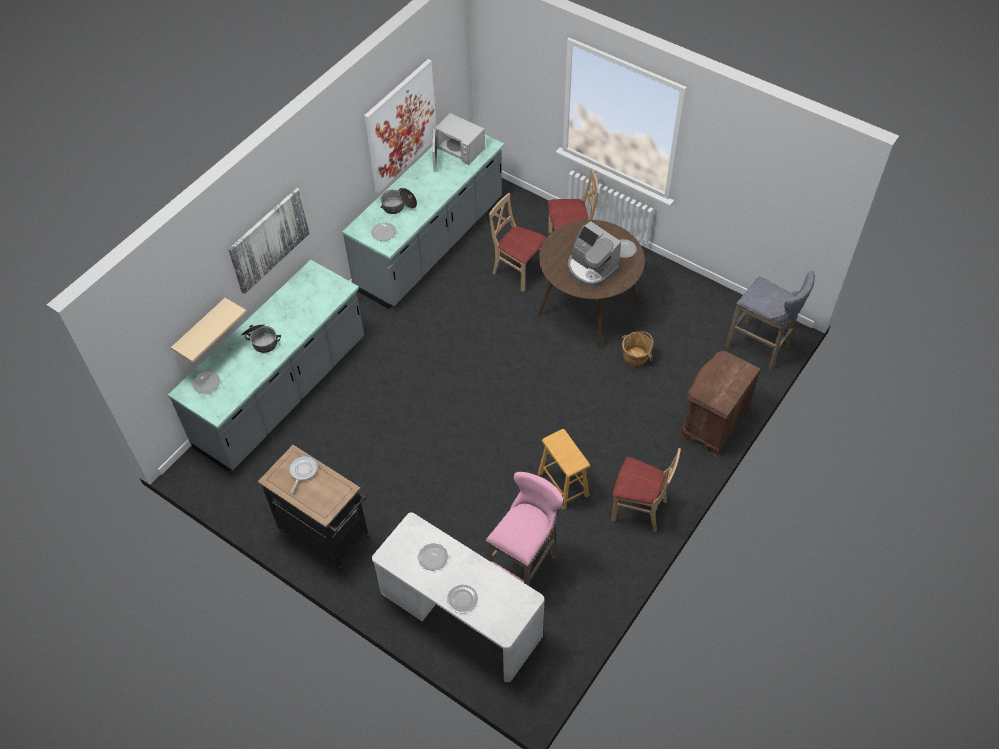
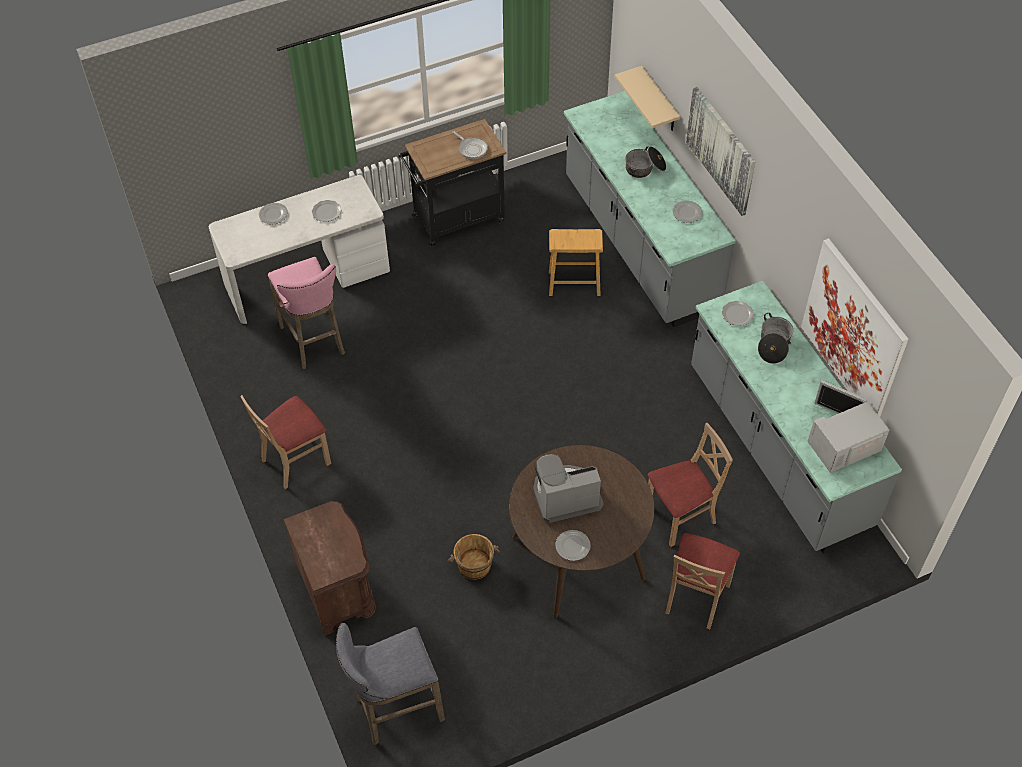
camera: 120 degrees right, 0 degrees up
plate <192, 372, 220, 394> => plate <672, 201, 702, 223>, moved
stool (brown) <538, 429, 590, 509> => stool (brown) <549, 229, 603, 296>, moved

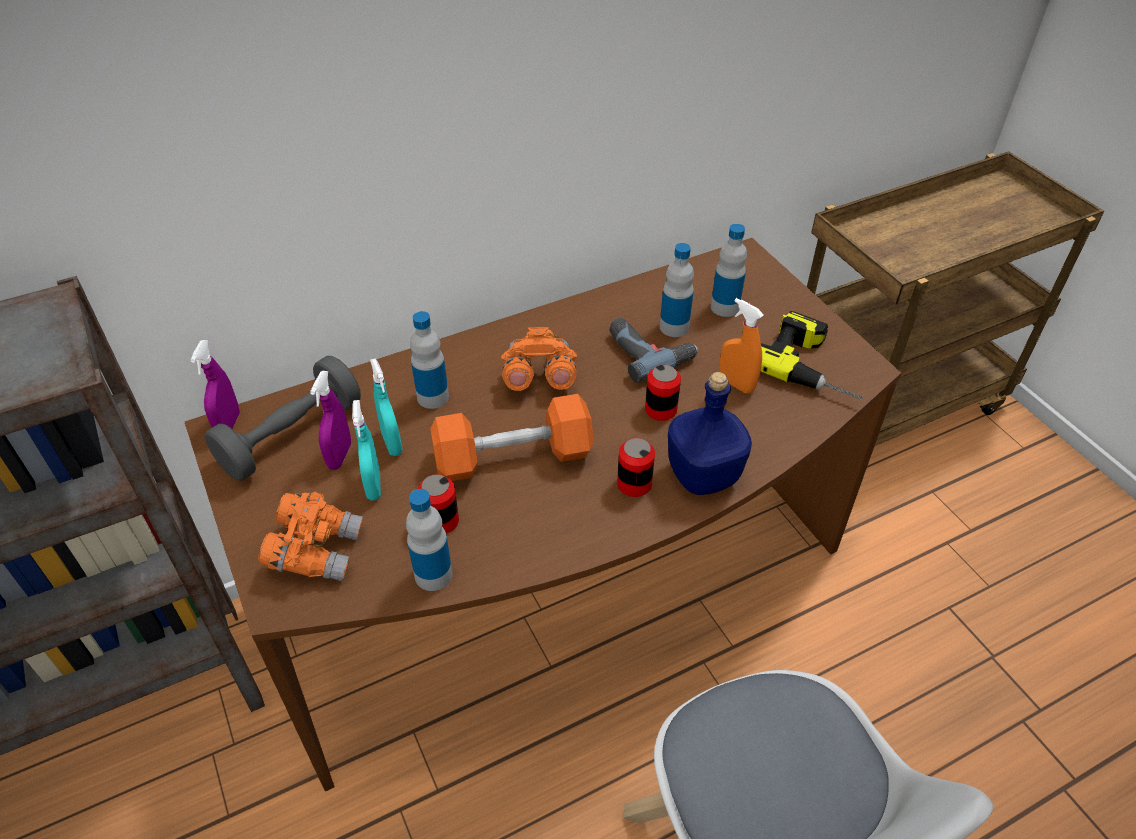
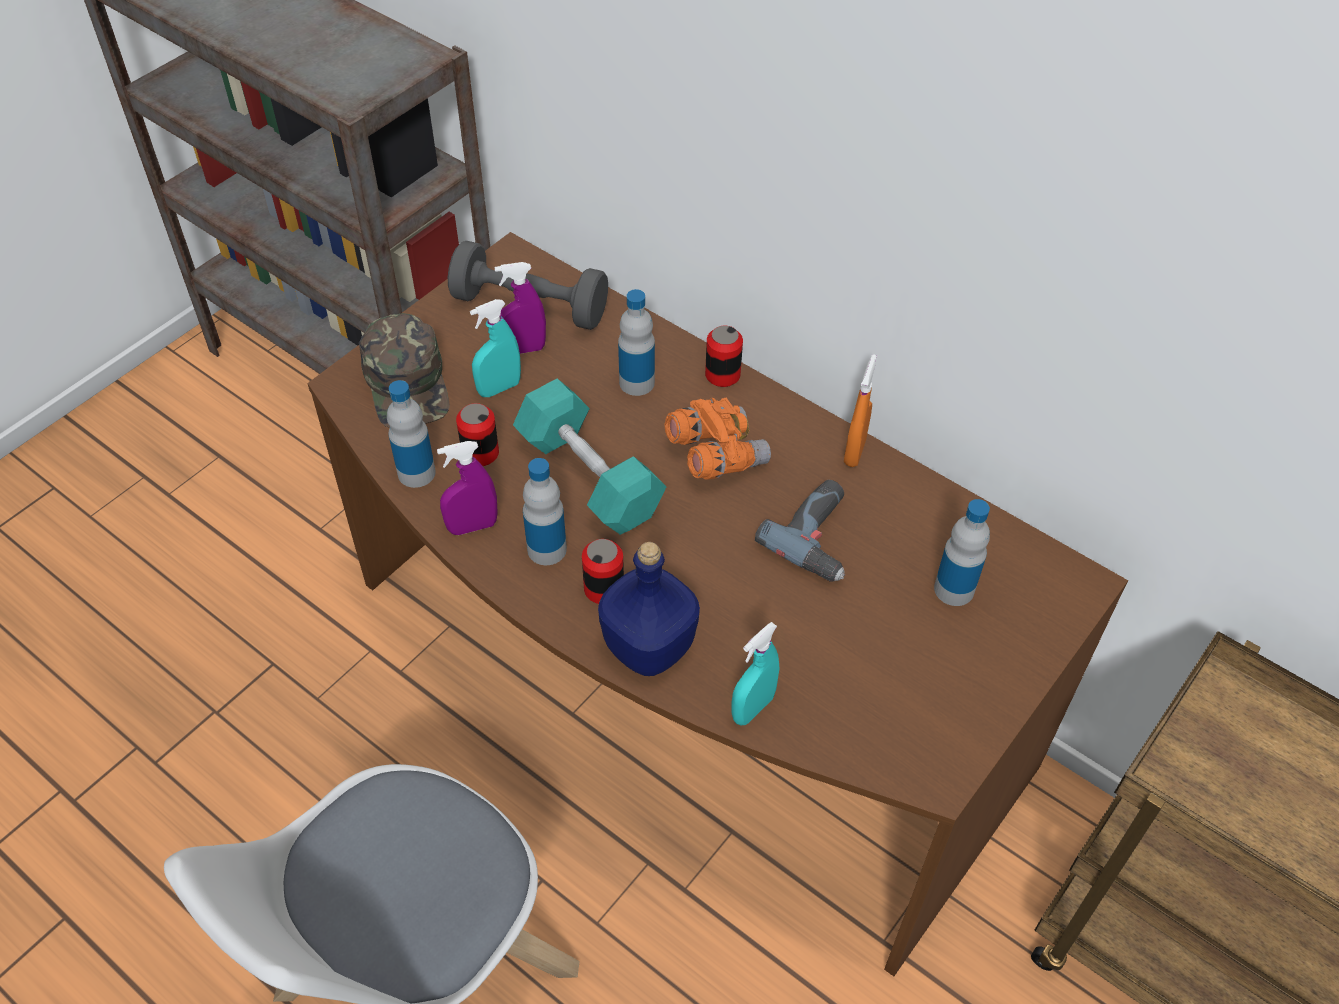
camera: 65 degrees right, 5 degrees up
power drill <761, 311, 863, 400> => nothing
spray bottle (purple) <190, 340, 240, 429> => spray bottle (purple) <437, 441, 498, 535>, moved
spray bottle (turquoise) <370, 358, 403, 456> => spray bottle (turquoise) <731, 622, 780, 726>, moved
can <645, 365, 681, 421> => can <705, 325, 743, 387>, moved
bottle <660, 243, 694, 337> => bottle <523, 458, 567, 565>, moved
spray bottle (orange) <719, 298, 764, 394> => spray bottle (orange) <844, 354, 877, 467>, moved
binoculars (orange) <258, 492, 363, 581> => cap (green) <359, 313, 449, 428>
dumbbell (orange) <430, 394, 594, 481> => dumbbell (turquoise) <513, 379, 666, 535>

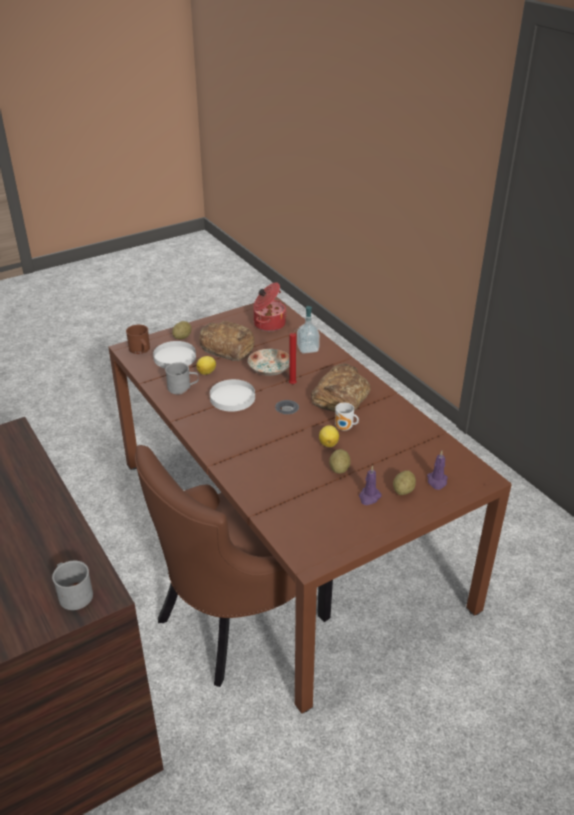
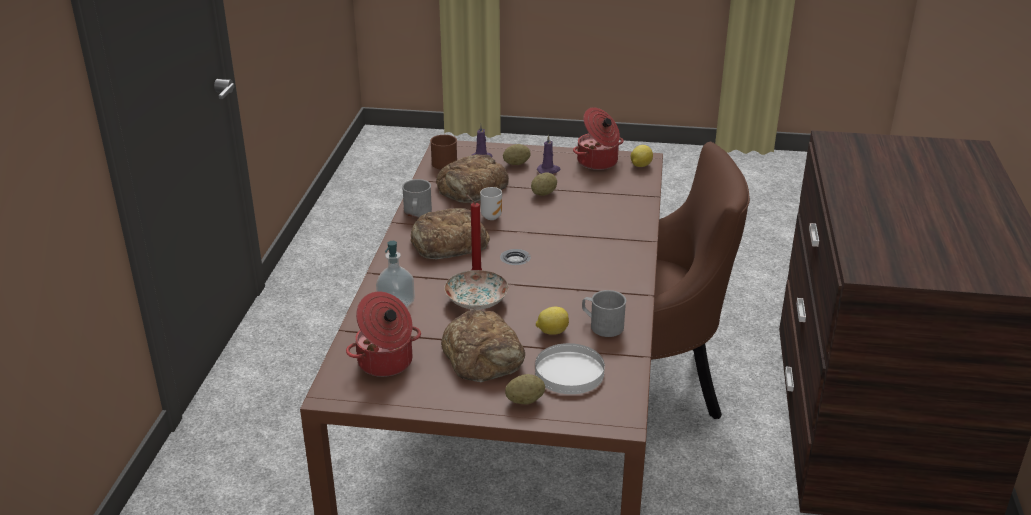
camera: 140 degrees left, 5 degrees down
plate (white) <210, 379, 255, 412> => nothing
nothing => bread <436, 154, 509, 203>
nothing => cooking pot <573, 107, 624, 170>
mug (grey) <52, 561, 93, 610> => mug (grey) <402, 179, 432, 218>, moved
mug (brown) <126, 325, 150, 354> => mug (brown) <430, 135, 457, 170>, moved
lemon <319, 425, 339, 447> => lemon <631, 145, 653, 167>, moved

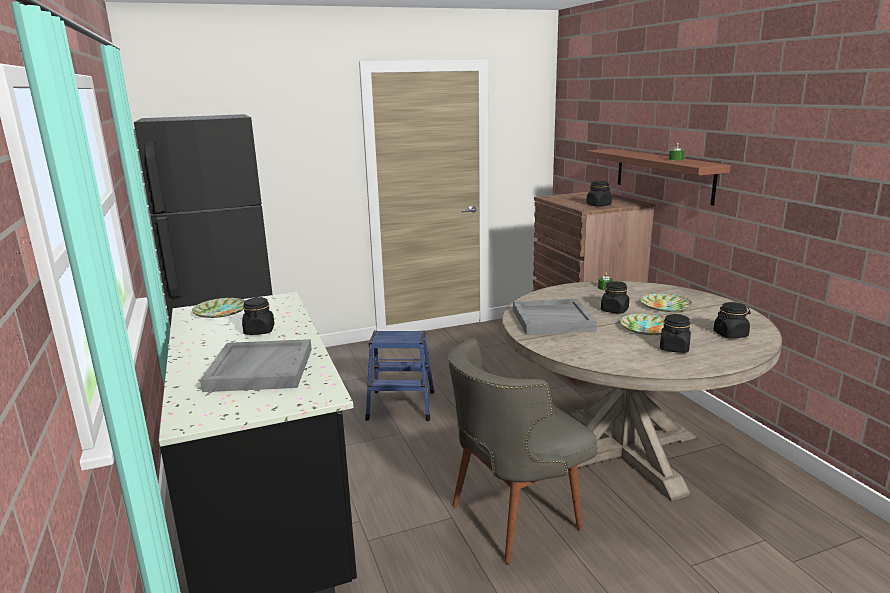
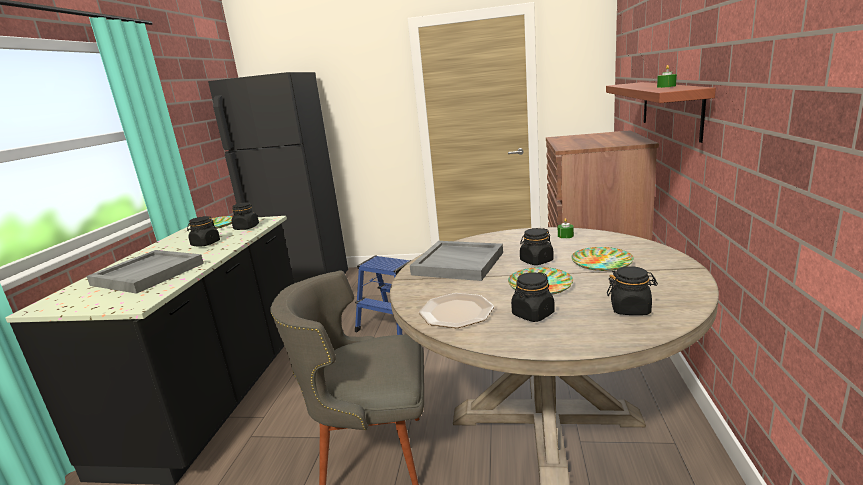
camera: 30 degrees right, 0 degrees up
nothing => plate <419, 293, 494, 328>
jar (black) <586, 181, 612, 206> => jar (black) <232, 202, 259, 230>, moved

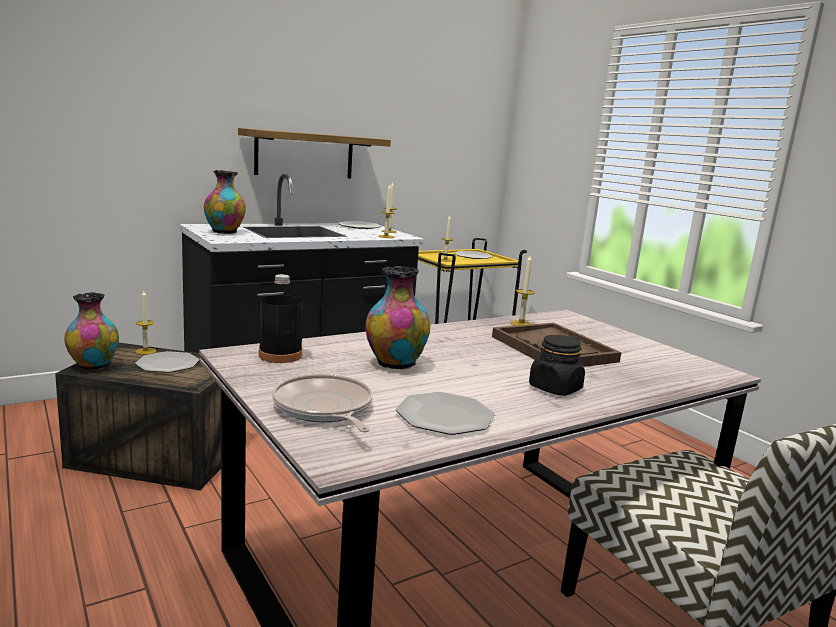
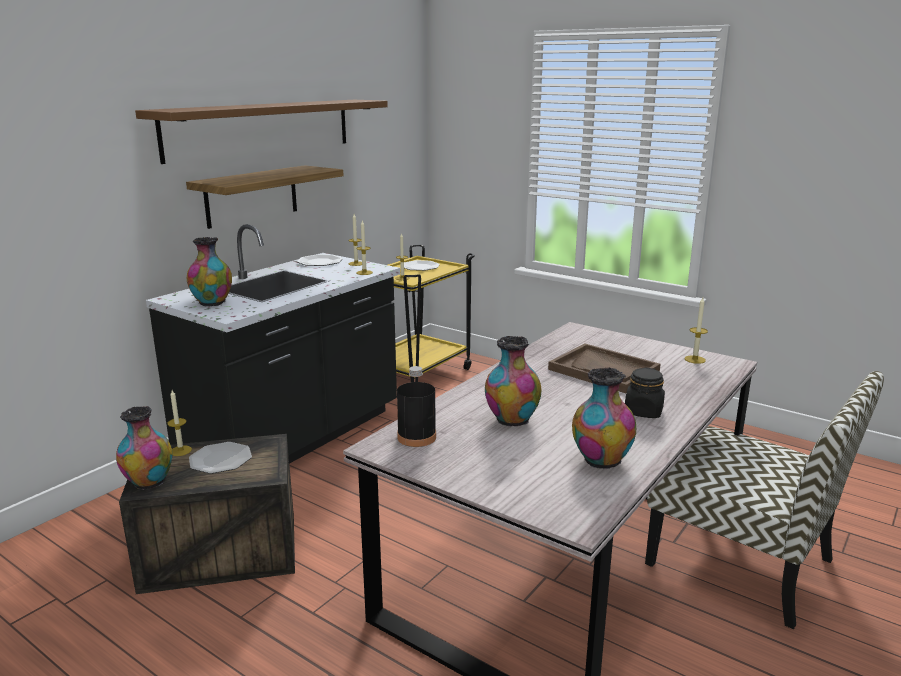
camera: 20 degrees left, 5 degrees up
frying pan <272, 374, 373, 432> => nothing
nothing => shelf (brown) <135, 100, 388, 164>
candle <510, 255, 535, 326> => candle <685, 298, 708, 364>, moved
plate <396, 392, 495, 435> => vase <572, 368, 636, 470>

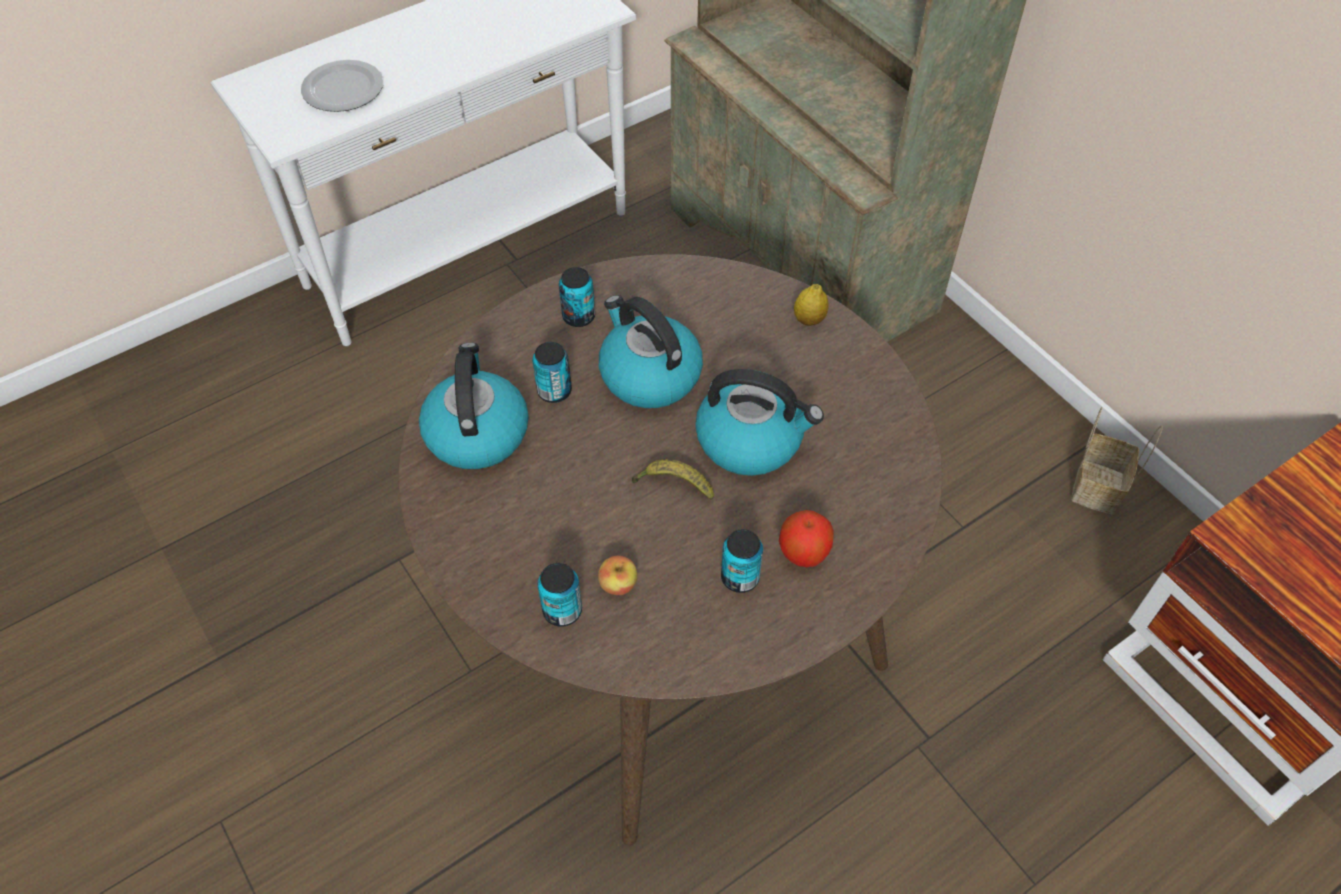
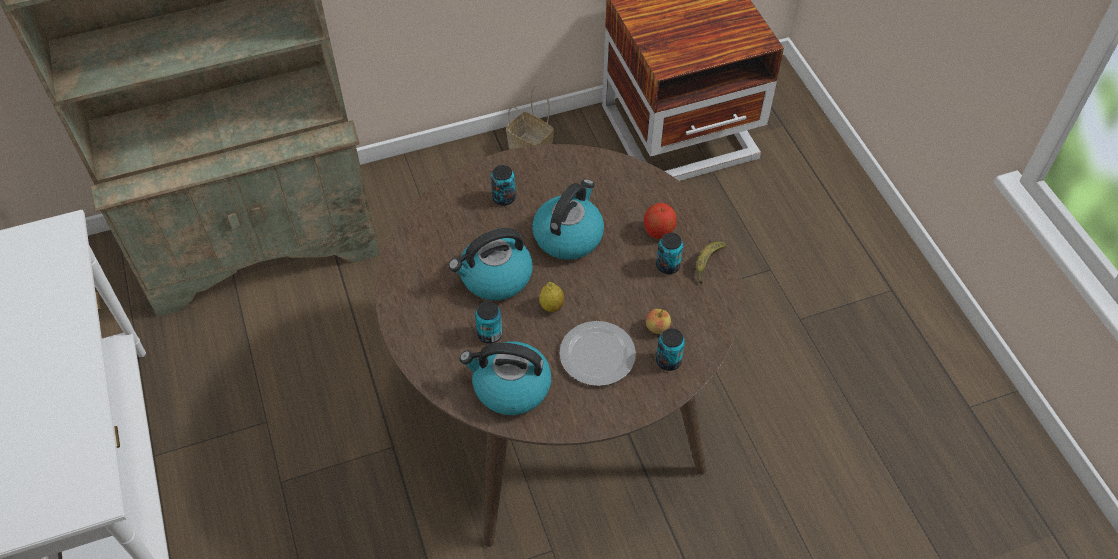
camera: 75 degrees left, 0 degrees up
plate <301, 60, 383, 112> => plate <560, 321, 636, 386>, moved
can <559, 267, 595, 327> => can <491, 165, 516, 206>, moved
banana <631, 459, 714, 500> => banana <696, 241, 727, 285>, moved
lemon <794, 284, 829, 326> => lemon <539, 282, 564, 312>, moved

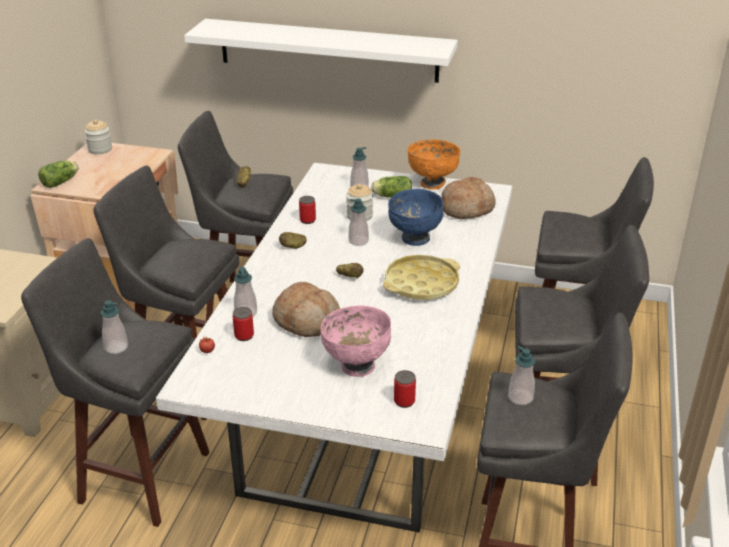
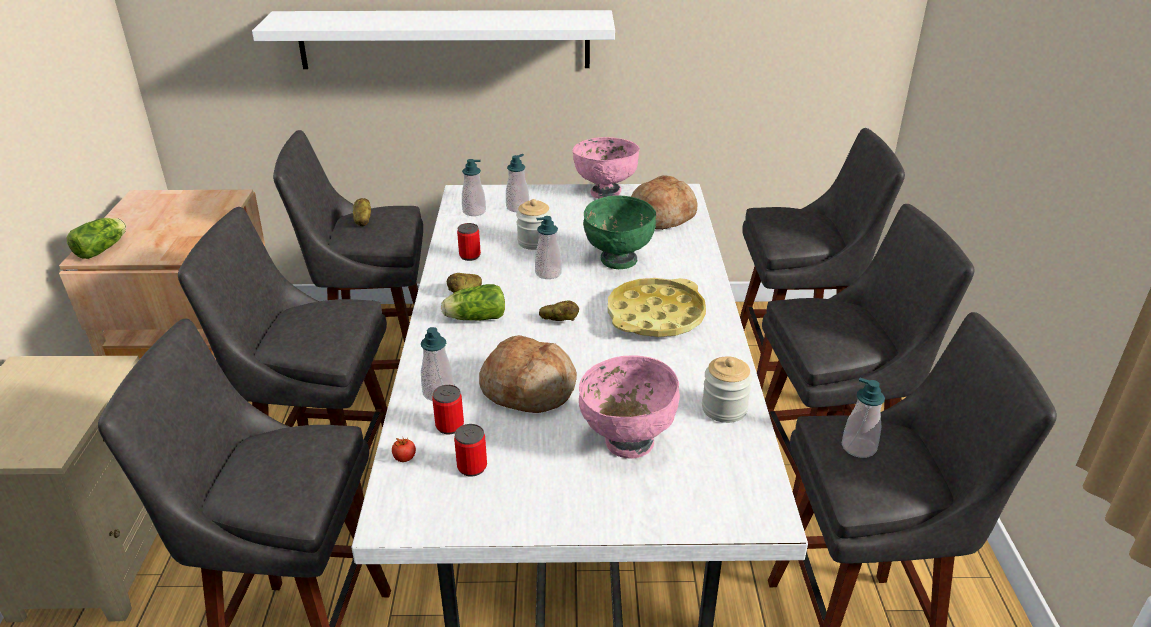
camera: 15 degrees left, 0 degrees up
jar <85, 119, 112, 154> => jar <702, 356, 752, 423>, moved
soap dispenser <100, 300, 128, 354> => soap dispenser <462, 159, 486, 216>, moved
lettuce <371, 176, 412, 198> => lettuce <441, 284, 505, 321>, moved
can <394, 370, 416, 408> => can <454, 424, 487, 477>, moved
bowl (blue) <388, 189, 444, 246> => bowl (green) <583, 196, 656, 269>
bowl (orange) <407, 139, 461, 190> => bowl (pink) <573, 137, 640, 199>

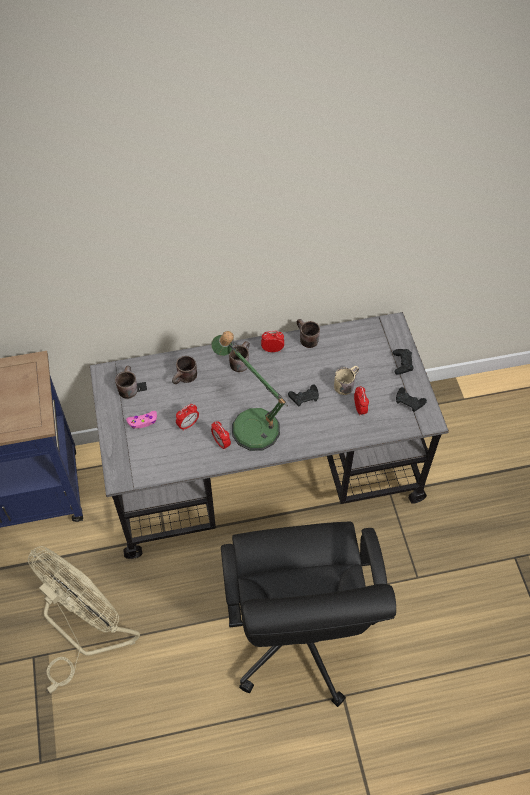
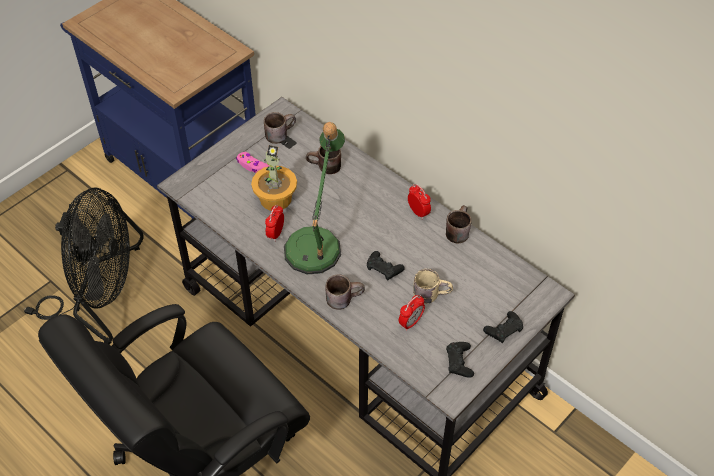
camera: 55 degrees right, 5 degrees down
mug (brown) <229, 341, 250, 372> => mug (brown) <325, 274, 365, 310>, moved
alarm clock <176, 404, 199, 430> => potted plant <251, 145, 297, 211>
fan (beige) <28, 546, 140, 694> => fan (black) <23, 188, 144, 344>

